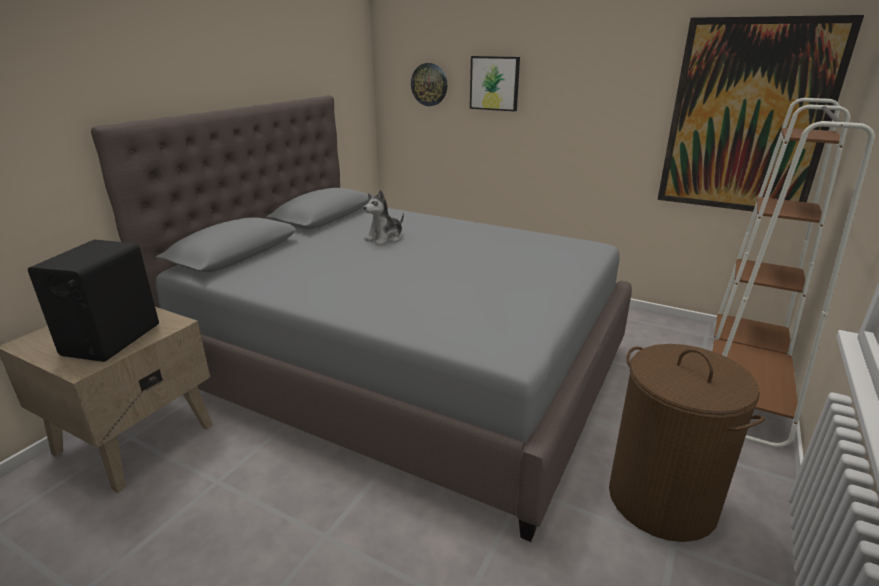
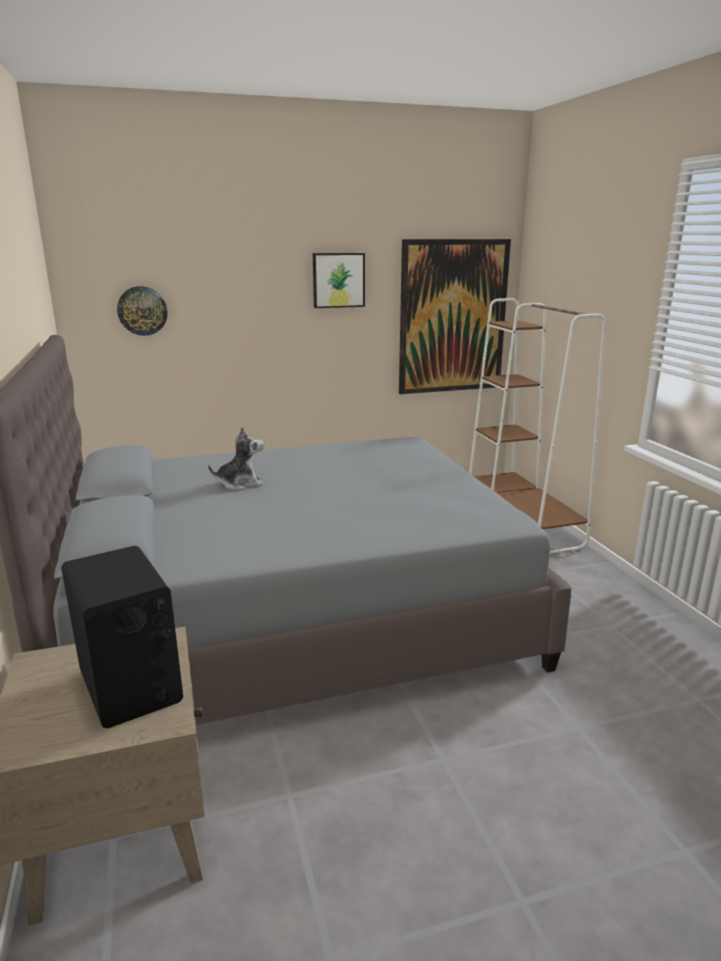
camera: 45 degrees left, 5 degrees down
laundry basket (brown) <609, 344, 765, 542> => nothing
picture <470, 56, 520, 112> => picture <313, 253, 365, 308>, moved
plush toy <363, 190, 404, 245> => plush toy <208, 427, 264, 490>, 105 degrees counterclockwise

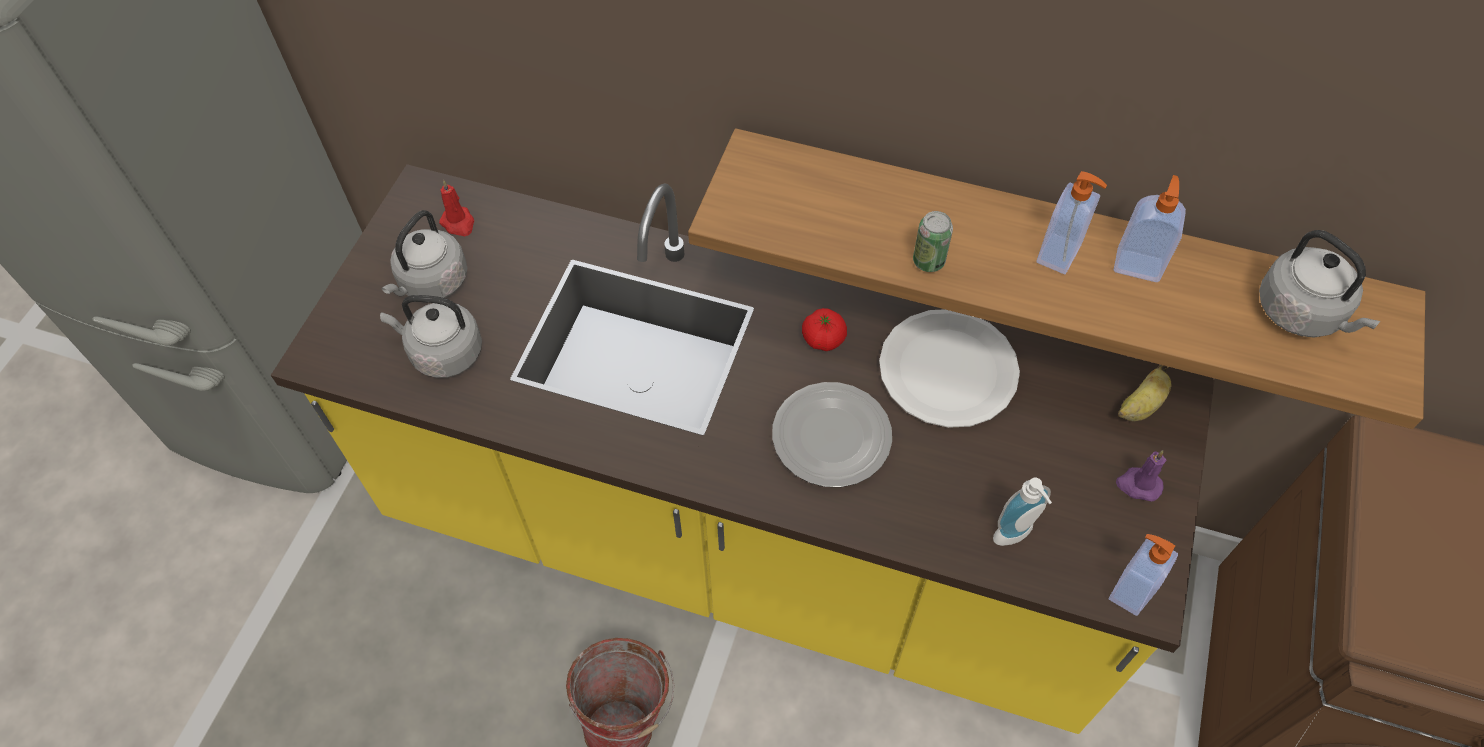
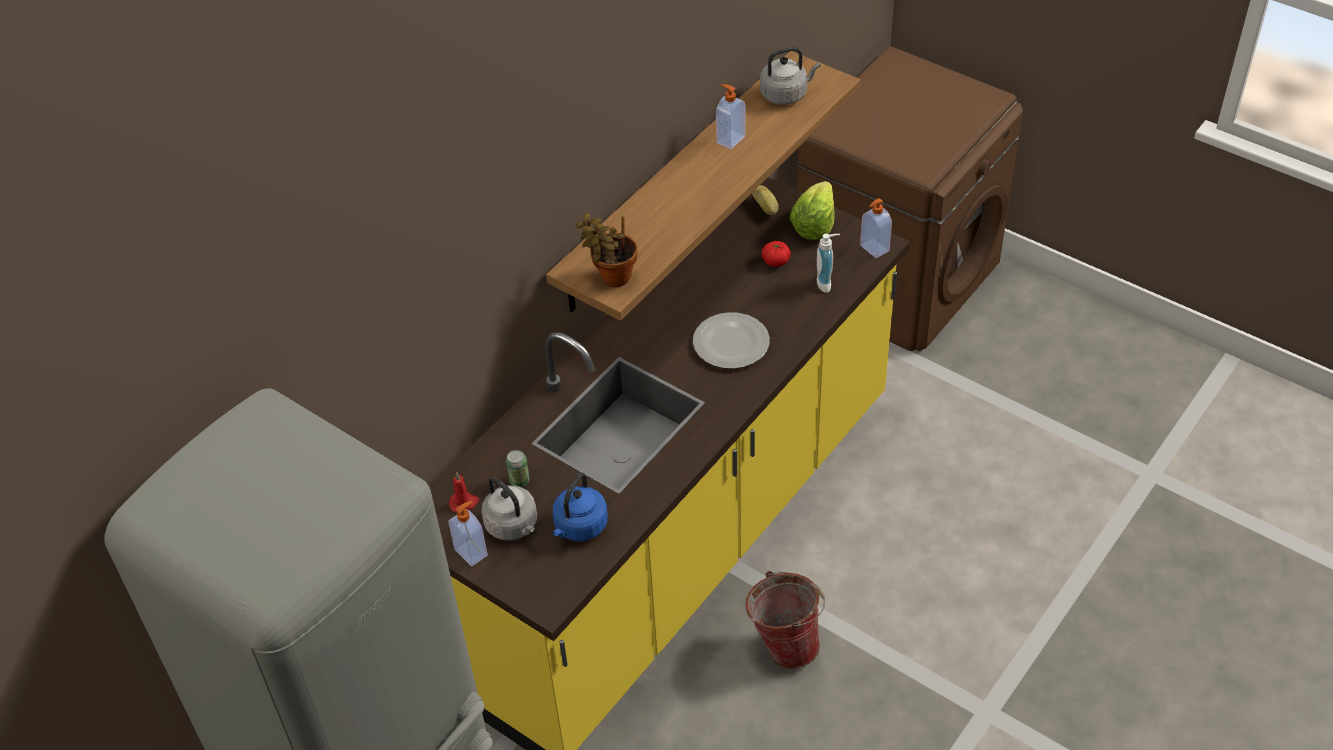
camera: 70 degrees left, 10 degrees down
plate (white) <879, 309, 1020, 428> => nothing
nothing => potted plant <576, 213, 638, 287>
tomato <802, 308, 847, 351> => tomato <762, 241, 791, 267>, moved
can <913, 211, 953, 272> => can <506, 450, 530, 487>, moved
soap dispenser <1036, 171, 1107, 275> => soap dispenser <448, 501, 488, 567>, moved
candle (purple) <1116, 450, 1166, 502> => lettuce <790, 181, 835, 240>
kettle (grey) <380, 295, 482, 378> => kettle (blue) <552, 473, 608, 541>

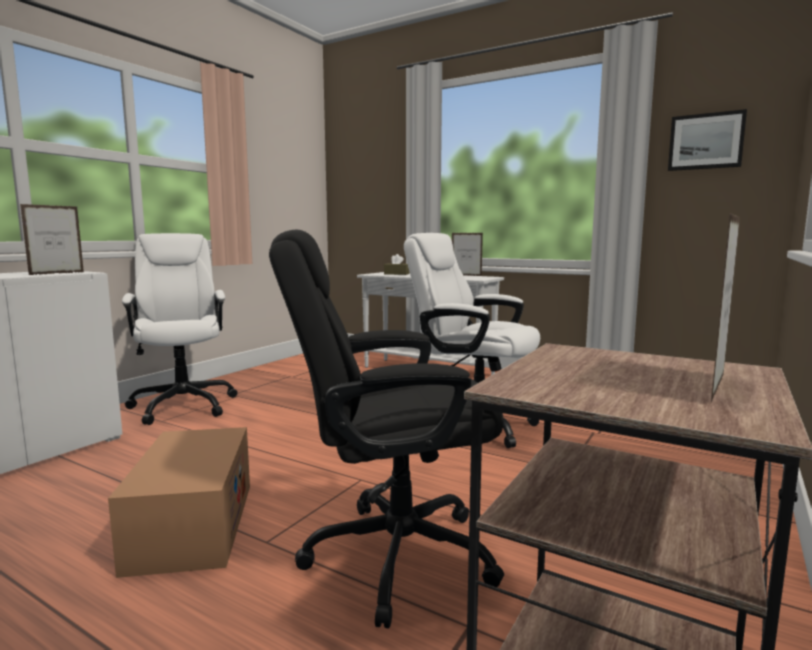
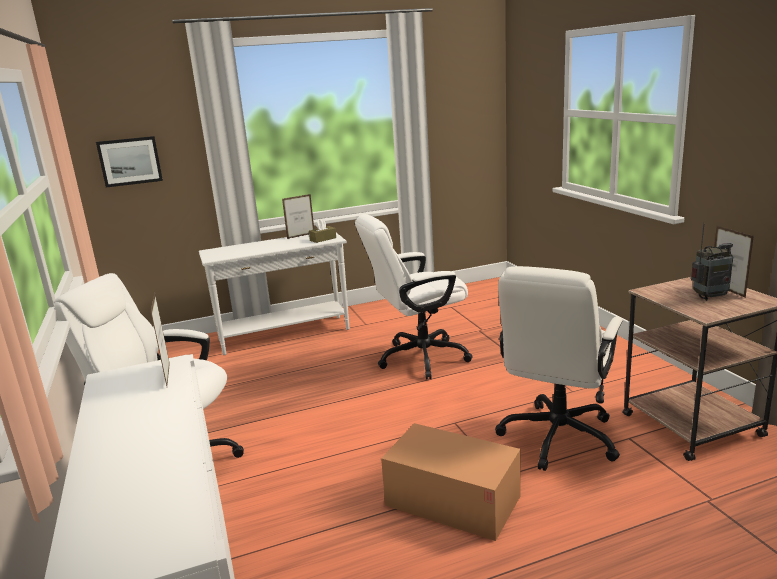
camera: 50 degrees left, 10 degrees up
nothing => radio <691, 223, 733, 301>
tissue box (brown) <384, 254, 410, 275> => tissue box (brown) <309, 219, 336, 243>, moved
picture <668, 109, 747, 171> => picture <96, 136, 163, 188>, moved
office chair (black) <269, 230, 504, 628> => office chair (white) <495, 266, 622, 471>

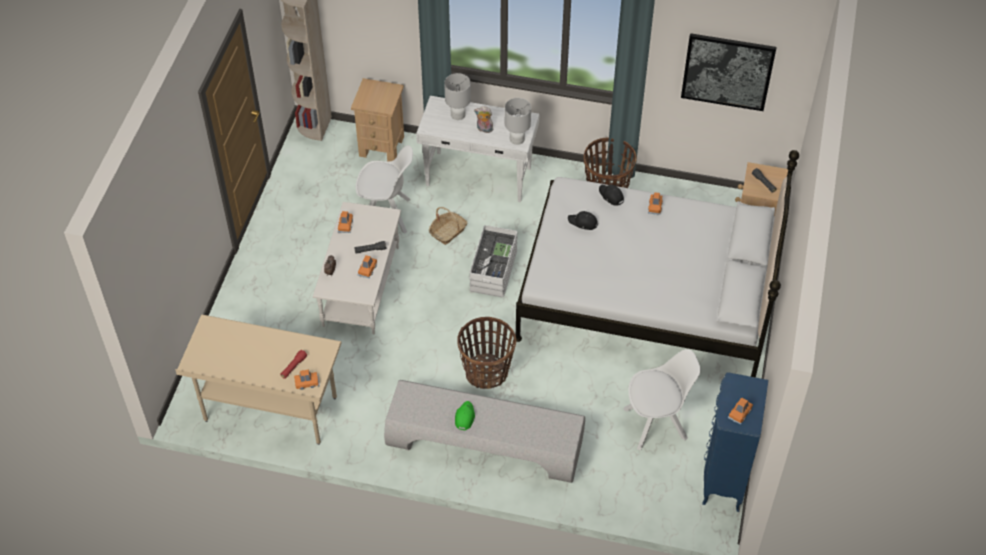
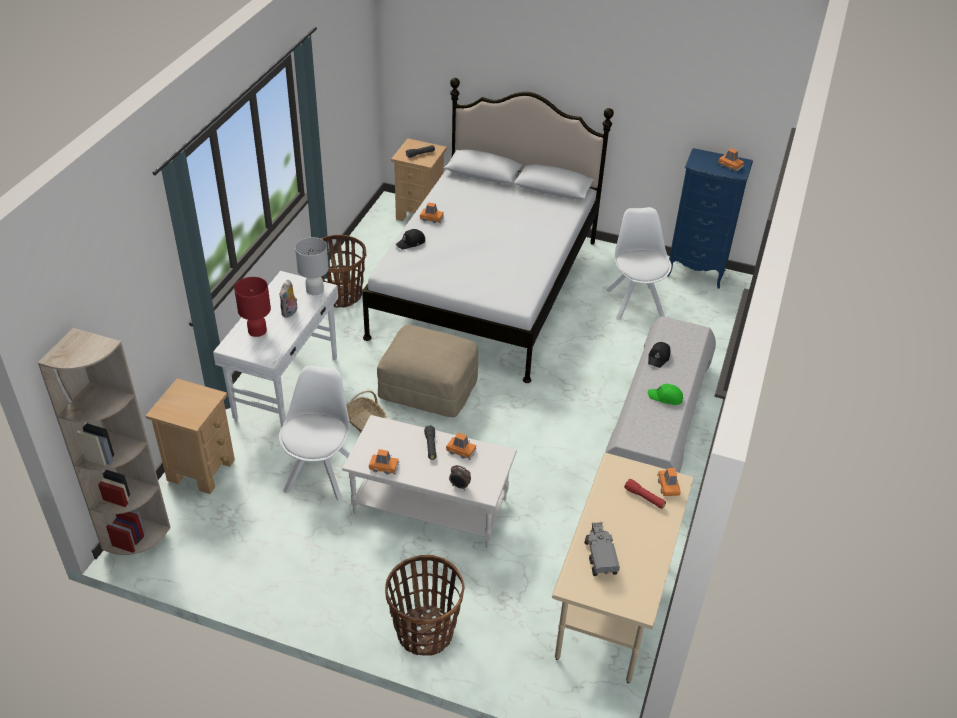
camera: 85 degrees left, 10 degrees down
picture <681, 33, 776, 111> => nothing
nothing => toy truck <584, 522, 620, 576>
basket <457, 317, 516, 389> => basket <385, 555, 465, 656>, moved
cap (black) <568, 211, 598, 230> => cap (black) <648, 342, 670, 368>, moved
storage box (white) <470, 225, 517, 297> => ottoman (beige) <377, 325, 478, 417>
table lamp (grey) <444, 73, 471, 120> => table lamp (red) <234, 277, 271, 337>

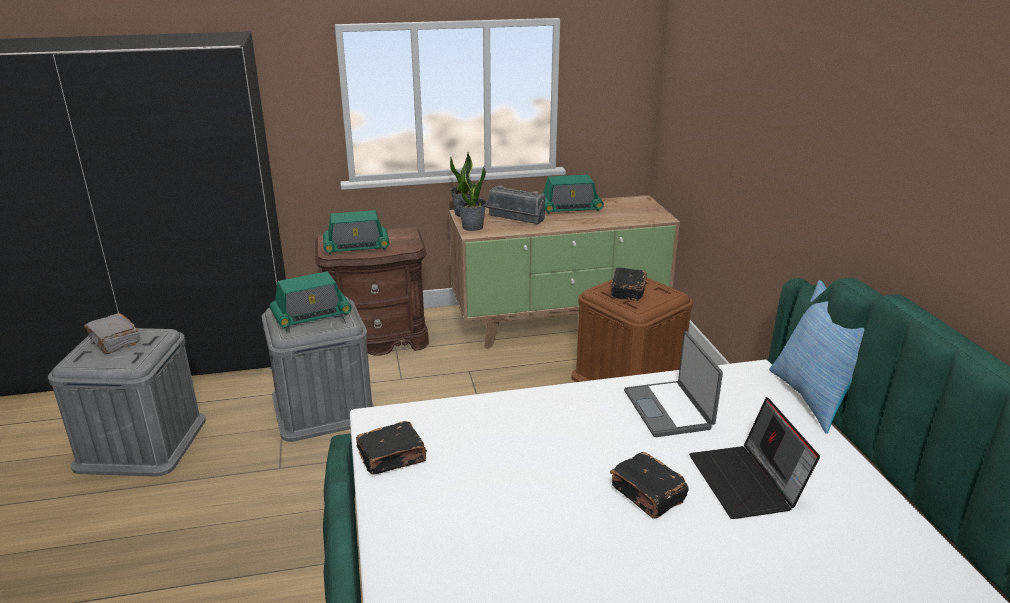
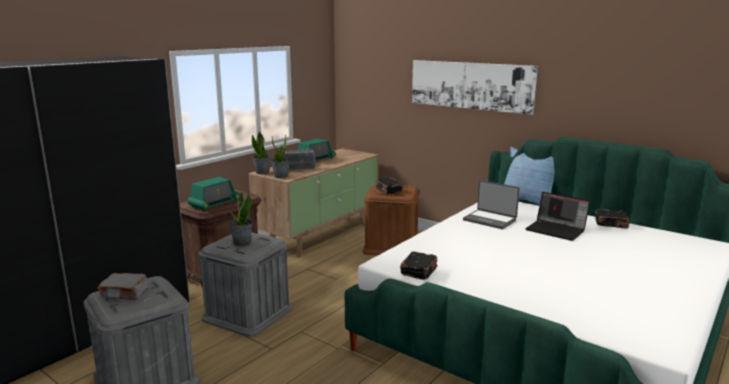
camera: 40 degrees left, 10 degrees down
nothing => picture <412, 60, 538, 115>
book (black) <610, 452, 688, 519> => book (black) <594, 209, 630, 229>, moved
radio <270, 271, 352, 329> => potted plant <228, 192, 253, 246>

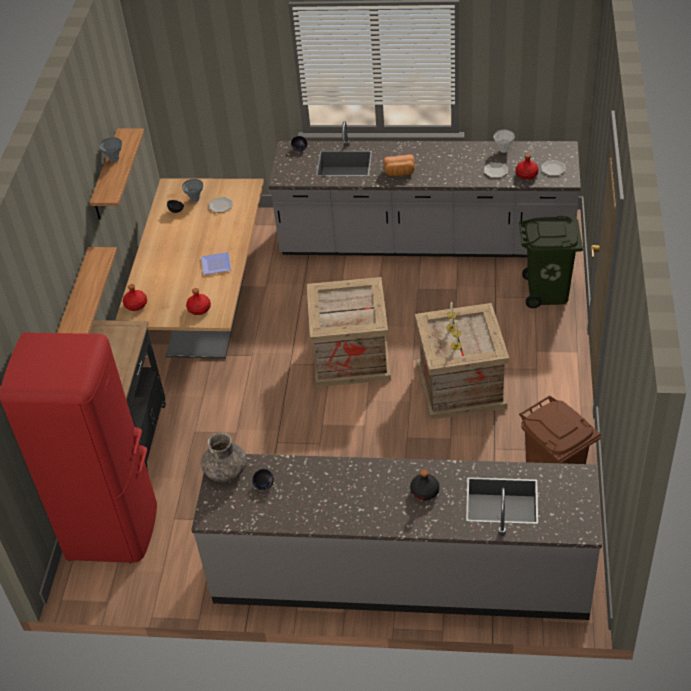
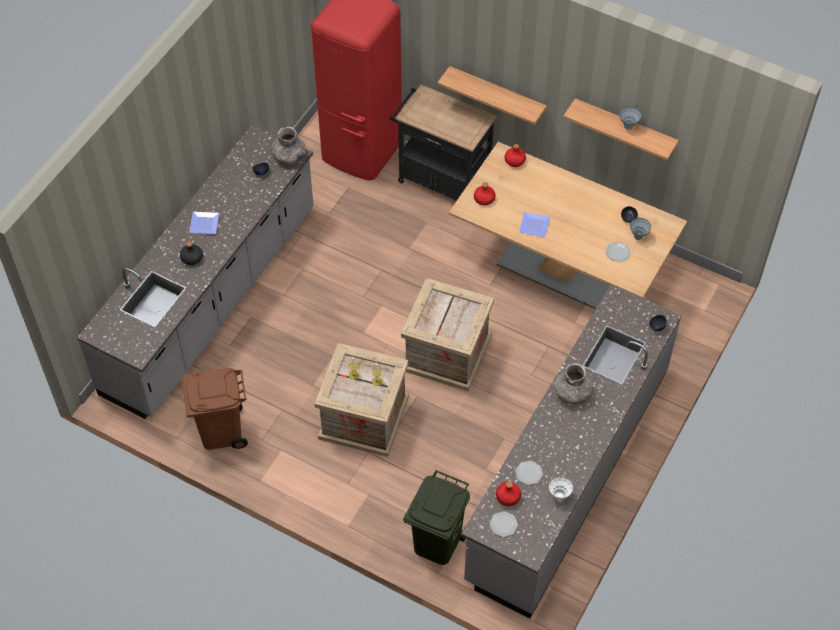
camera: 110 degrees right, 10 degrees up
nothing => plate <189, 212, 219, 234>
bread <383, 154, 415, 176> => vase (grey) <554, 363, 592, 404>

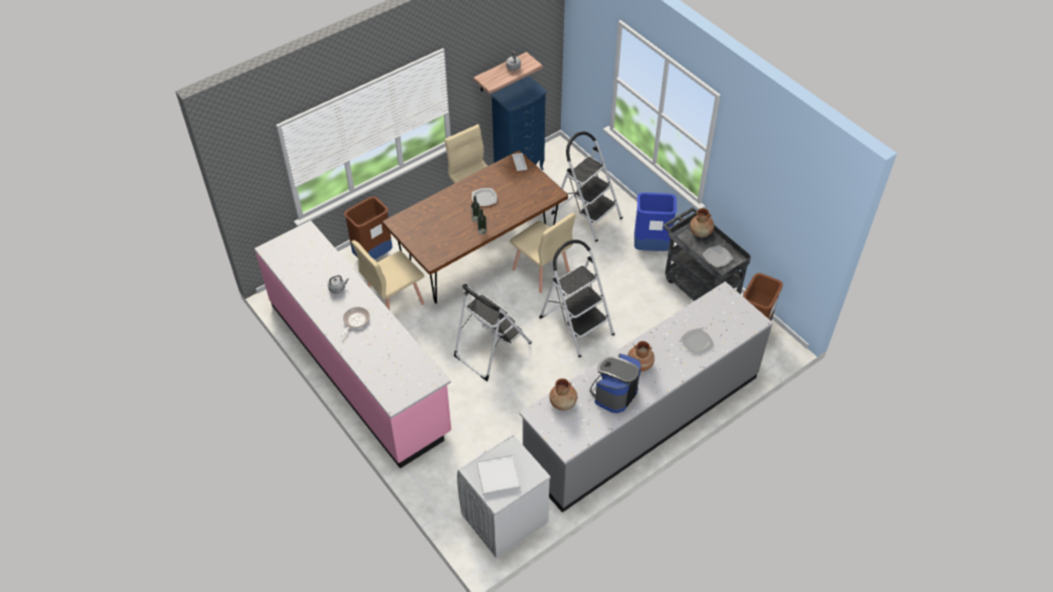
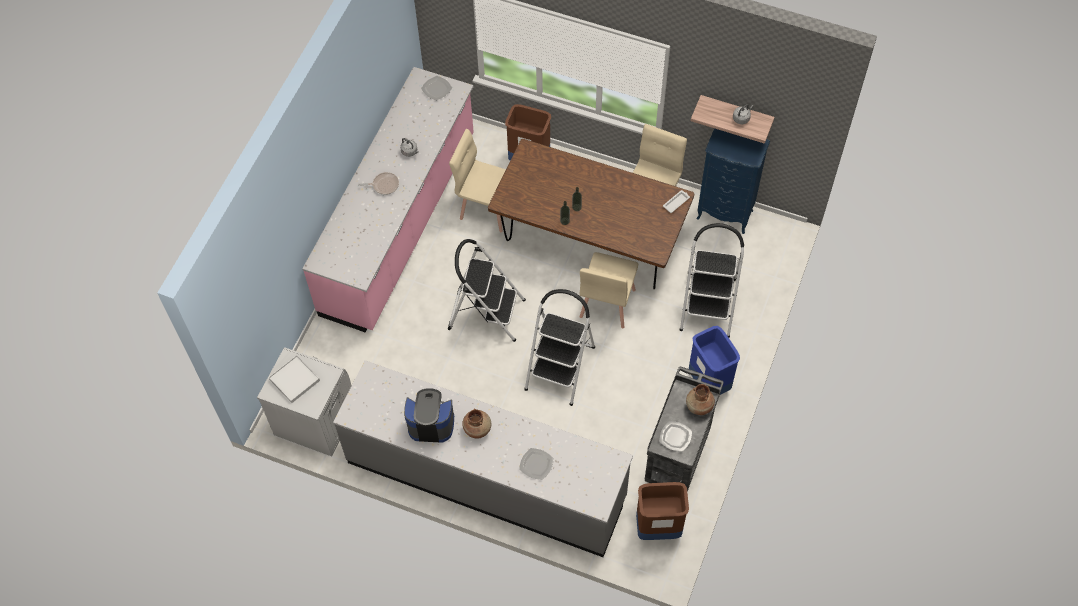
camera: 60 degrees right, 10 degrees up
vase (brown) <549, 378, 577, 411> => nothing
plate <472, 188, 497, 206> => plate <421, 76, 452, 101>, moved

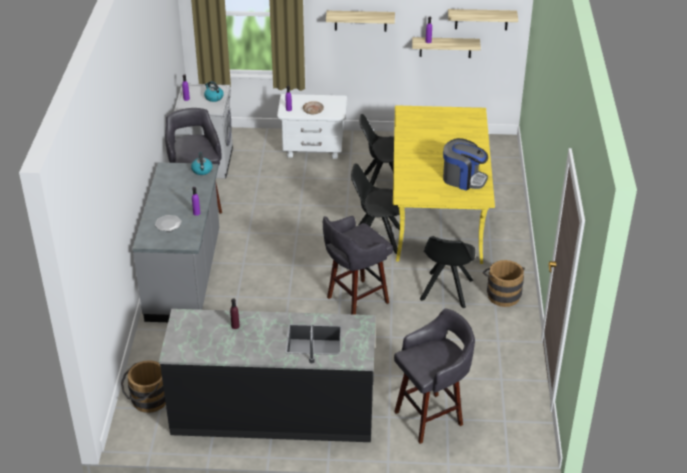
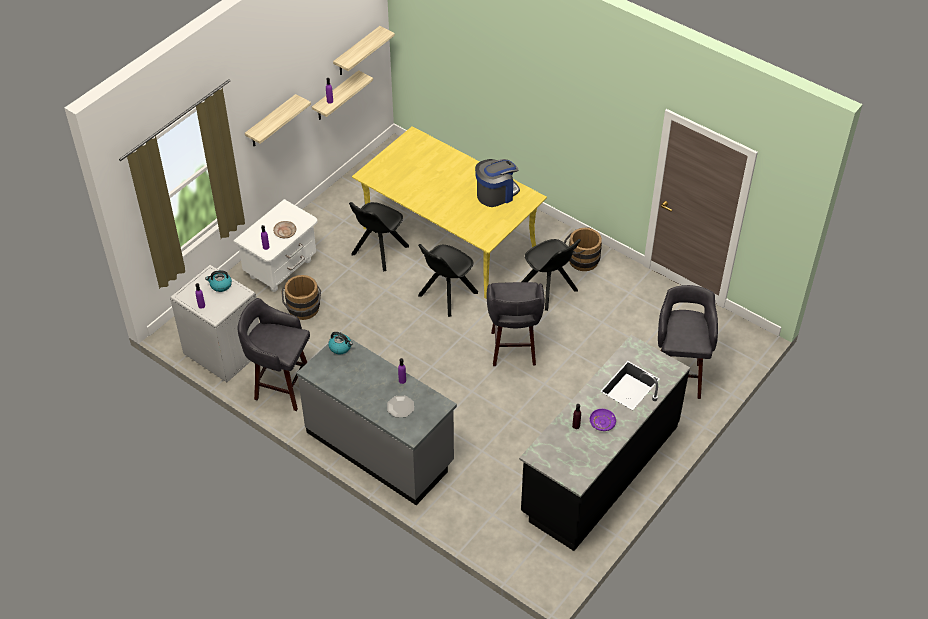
camera: 55 degrees left, 10 degrees up
nothing => plate (purple) <590, 409, 616, 431>
bucket (brown) <121, 360, 166, 413> => bucket (brown) <281, 275, 321, 320>, moved

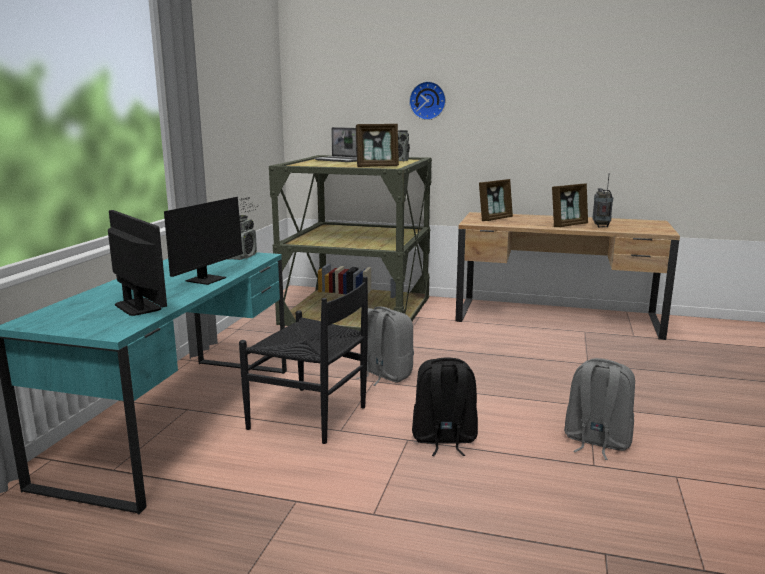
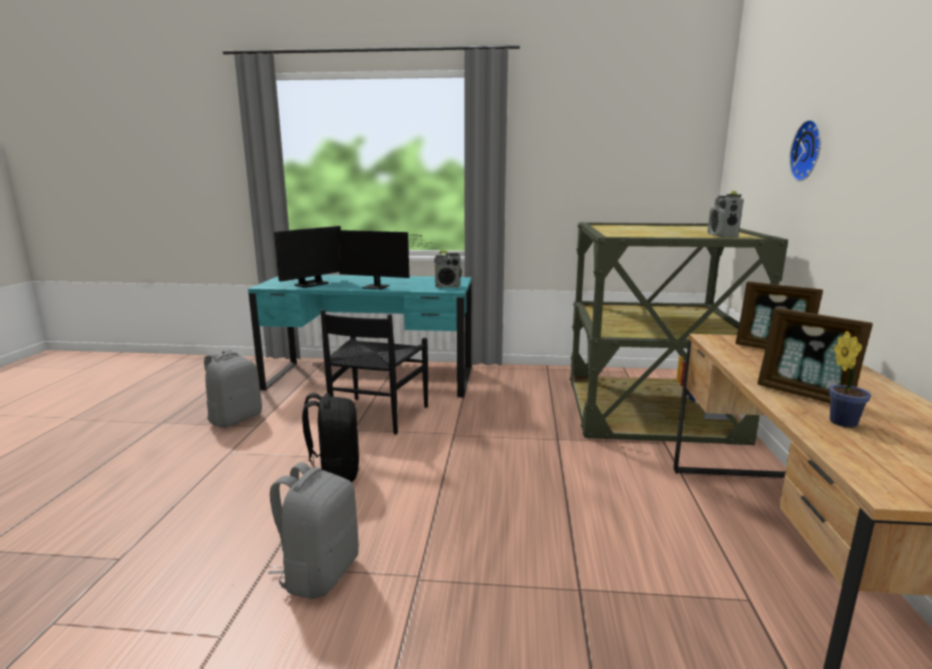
camera: 80 degrees right, 0 degrees up
laptop <313, 127, 357, 162> => nothing
picture frame <356, 124, 399, 167> => nothing
backpack (grey) <356, 306, 414, 386> => backpack (grey) <204, 349, 262, 428>, moved
radio <592, 173, 613, 228> => potted plant <829, 331, 871, 428>

